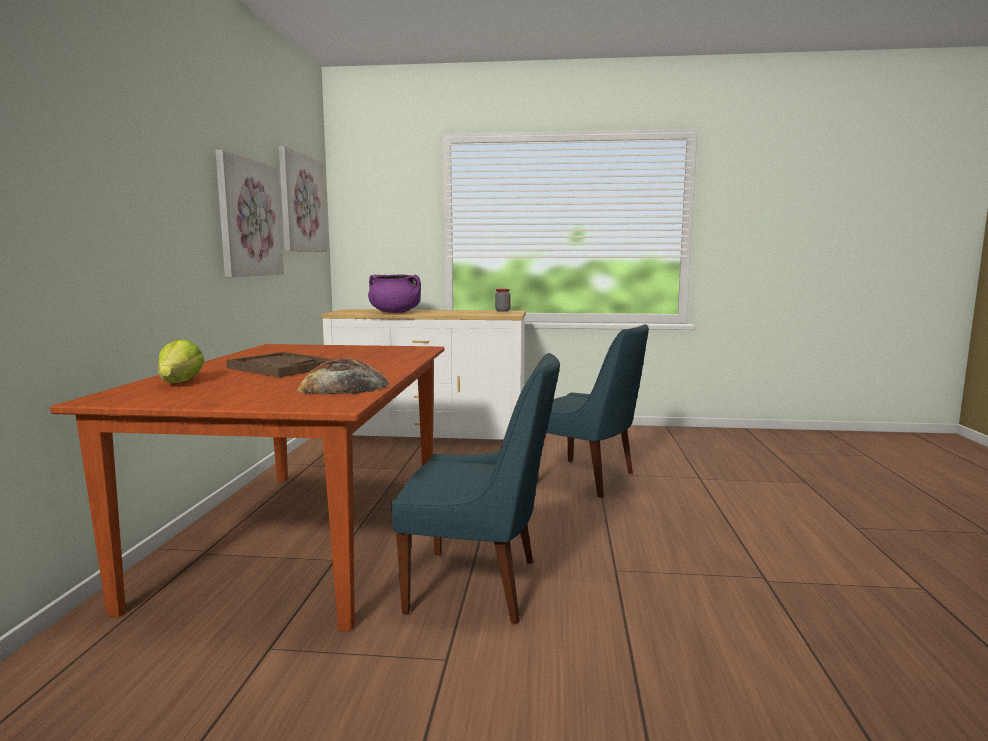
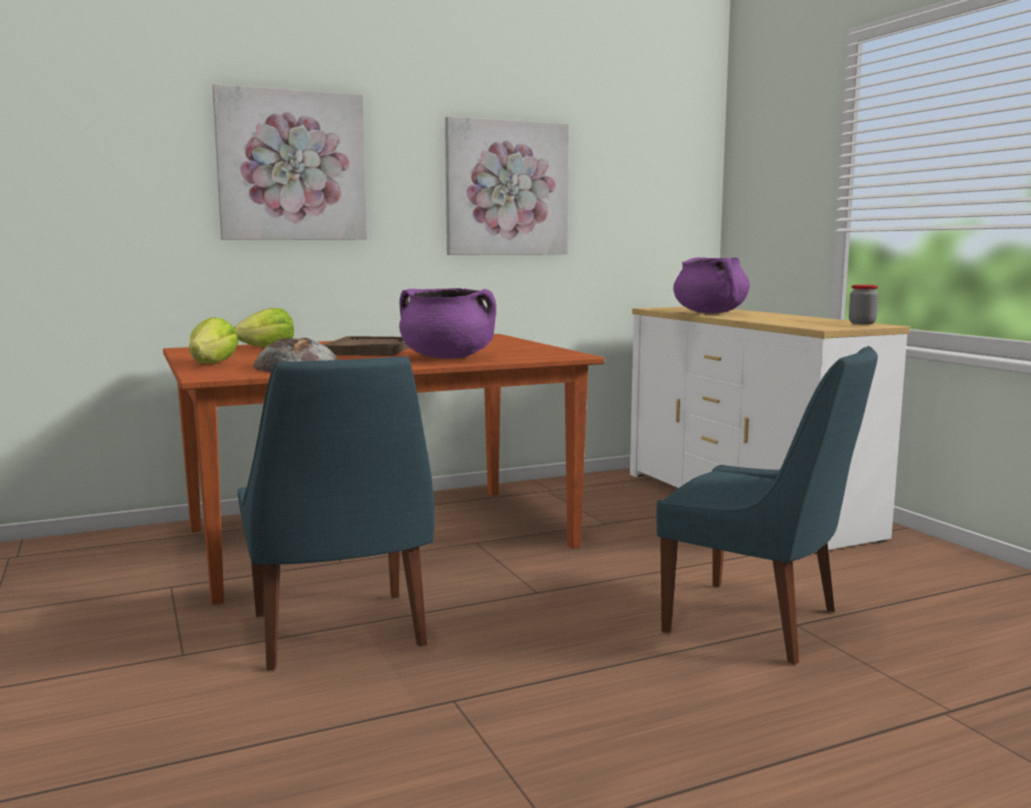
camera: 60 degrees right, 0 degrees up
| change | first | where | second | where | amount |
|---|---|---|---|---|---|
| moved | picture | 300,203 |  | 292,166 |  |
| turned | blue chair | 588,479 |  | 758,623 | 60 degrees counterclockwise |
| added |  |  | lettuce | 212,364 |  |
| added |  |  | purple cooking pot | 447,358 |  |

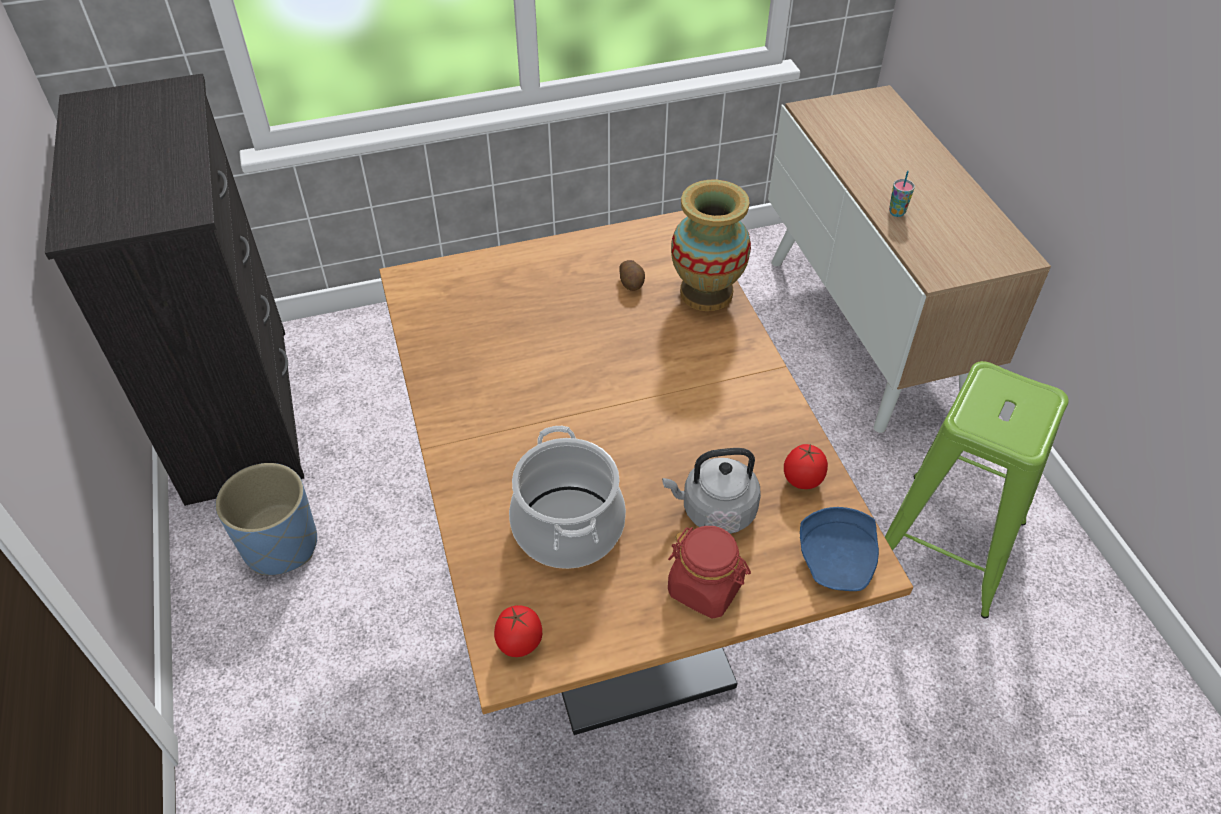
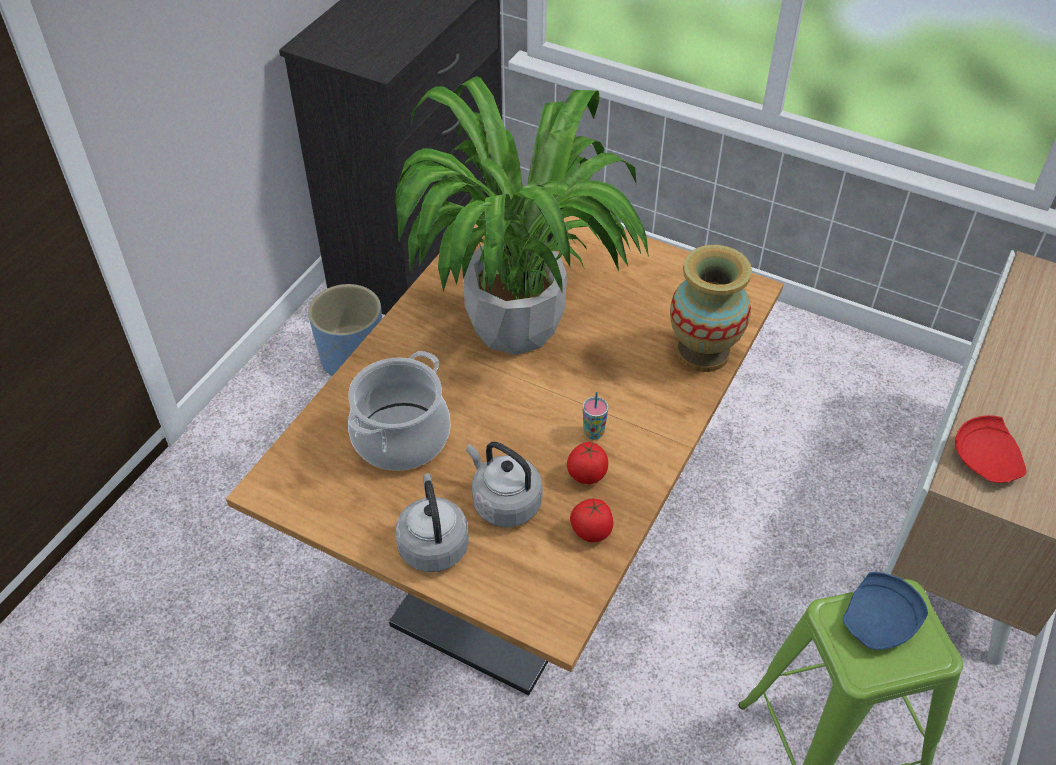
camera: 45 degrees right, 0 degrees up
| change | first | where | second | where | amount |
|---|---|---|---|---|---|
| moved | tomato | 519,644 |  | 586,476 |  |
| removed | potato | 632,283 |  |  |  |
| replaced | red jar | 705,588 | grey kettle | 433,544 |  |
| moved | blue plate | 838,560 |  | 880,622 |  |
| moved | cup | 896,212 |  | 593,433 |  |
| added |  |  | potted plant | 513,324 |  |
| added |  |  | red plate | 987,460 |  |

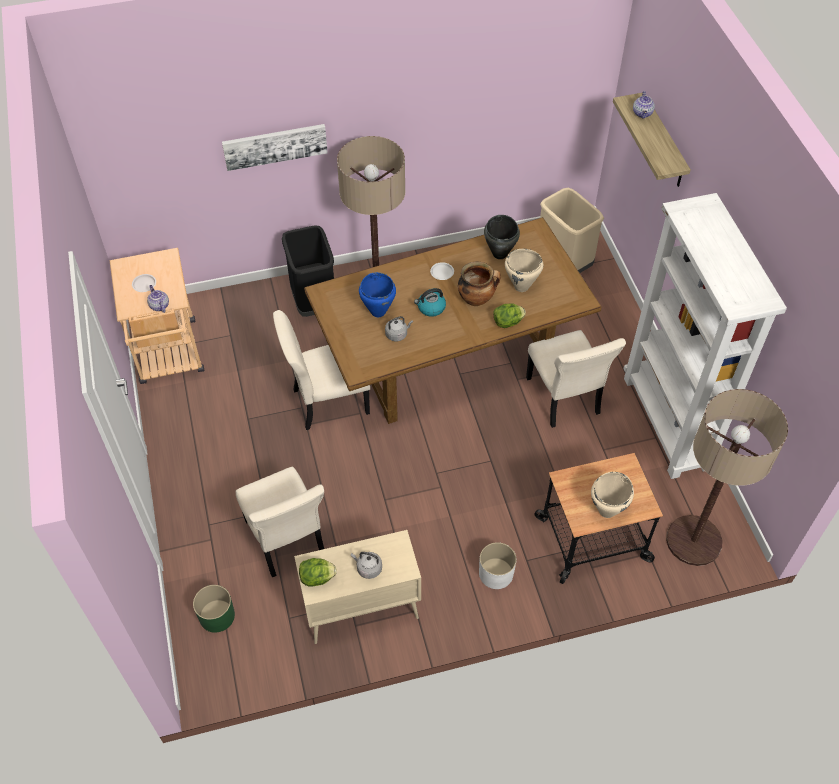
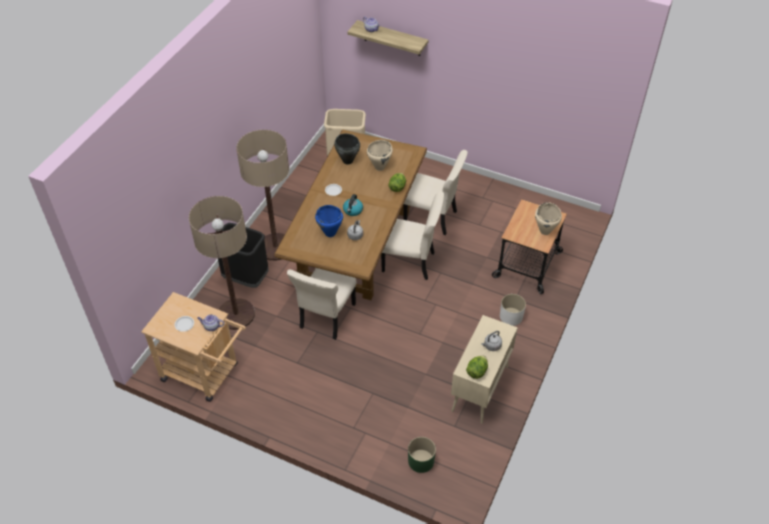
camera: 50 degrees left, 5 degrees down
| change | first | where | second | where | amount |
|---|---|---|---|---|---|
| removed | picture | 275,145 |  |  |  |
| moved | beige chair | 286,540 |  | 411,263 |  |
| removed | cooking pot | 476,299 |  |  |  |
| removed | white bookcase | 667,423 |  |  |  |
| moved | floor lamp | 693,541 |  | 236,314 |  |

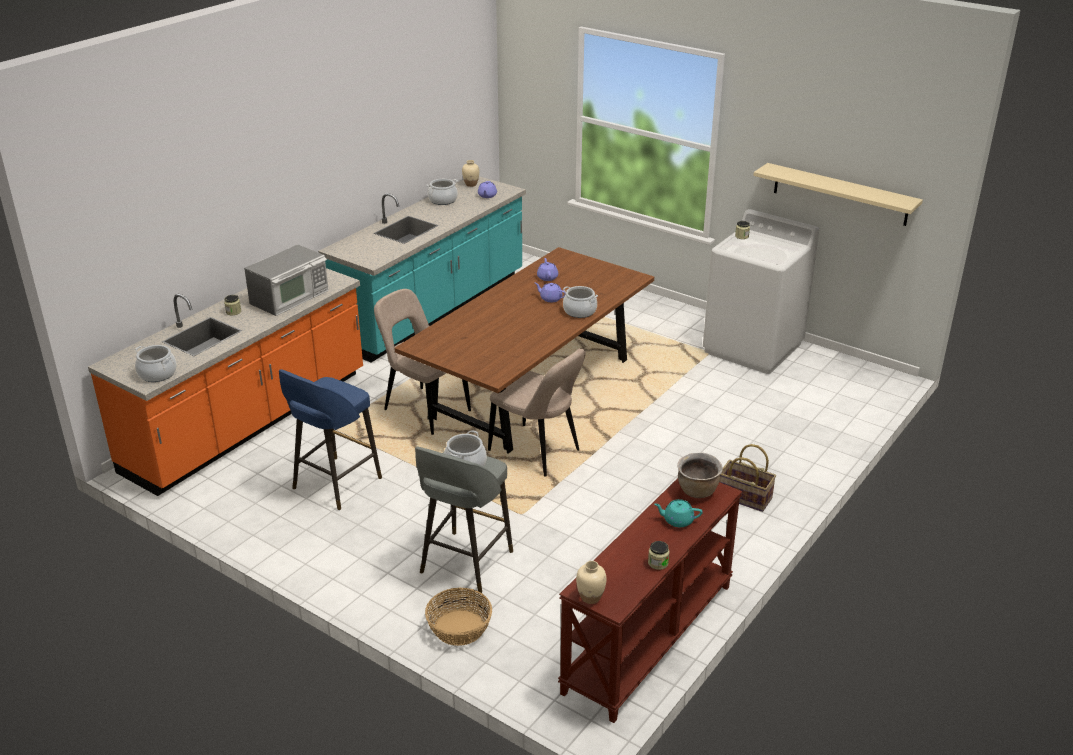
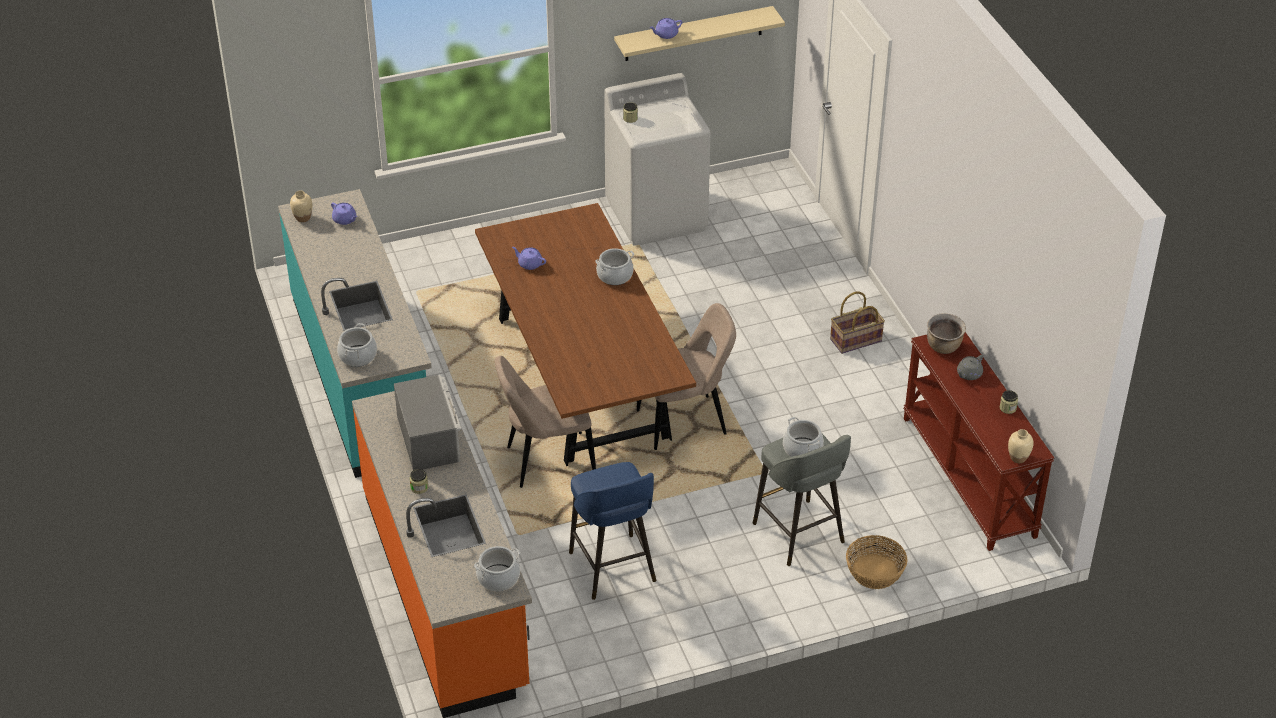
camera: 55 degrees left, 10 degrees up
| change | first | where | second | where | amount |
|---|---|---|---|---|---|
| moved | cooking pot | 443,200 |  | 358,356 |  |
| moved | purple teapot | 550,298 |  | 666,34 |  |
| recoloured | turquoise teapot | 677,520 | grey teapot | 968,374 |  |

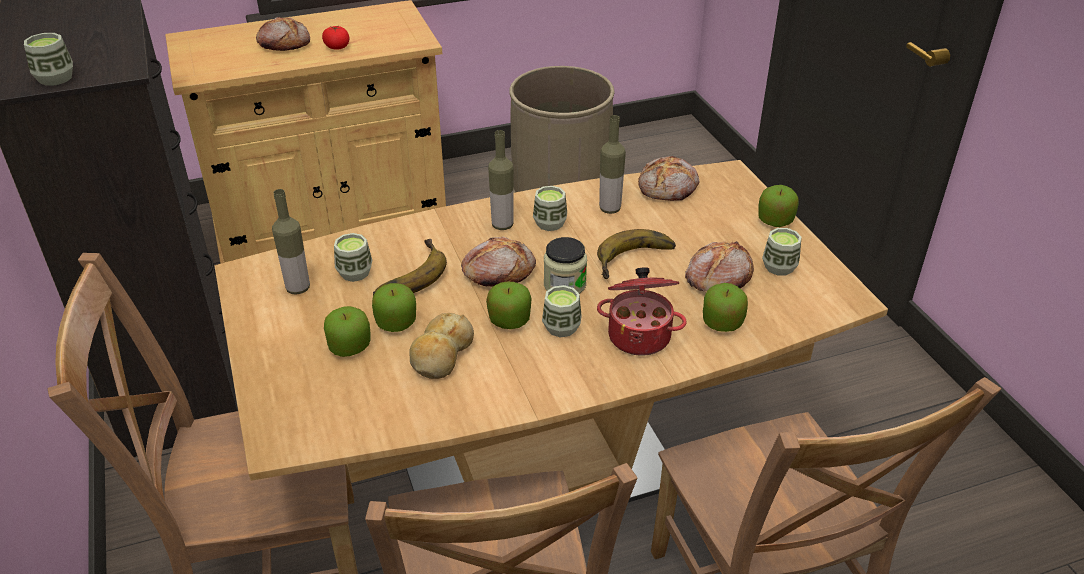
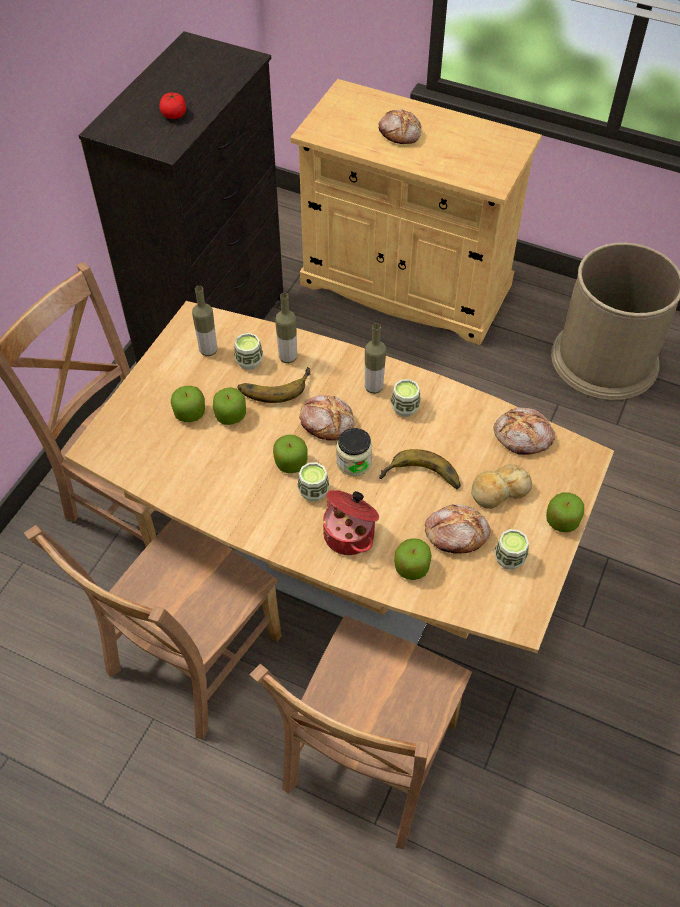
camera: 45 degrees right, 15 degrees up
| change | first | where | second | where | amount |
|---|---|---|---|---|---|
| removed | cup | 55,78 |  |  |  |
| moved | tomato | 337,47 |  | 174,114 |  |
| moved | bread | 441,355 |  | 498,491 |  |
| moved | bottle | 610,209 |  | 288,357 |  |

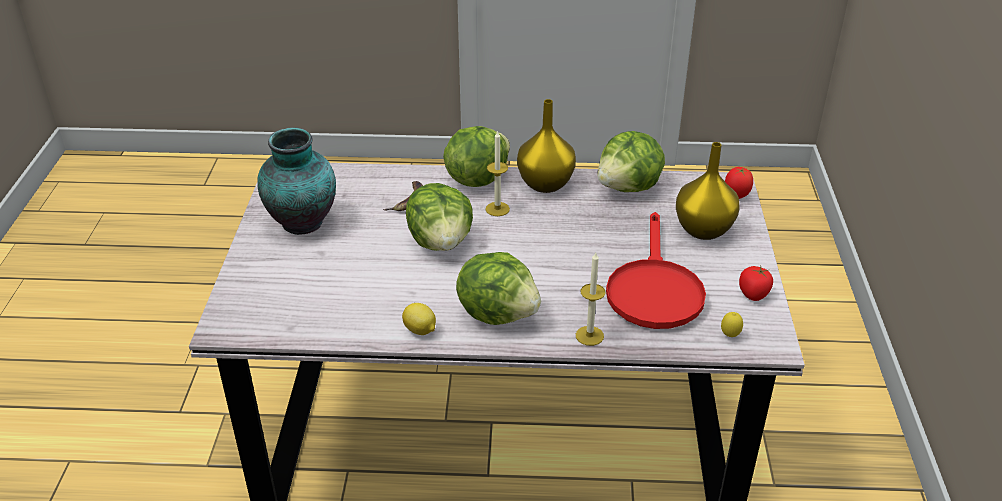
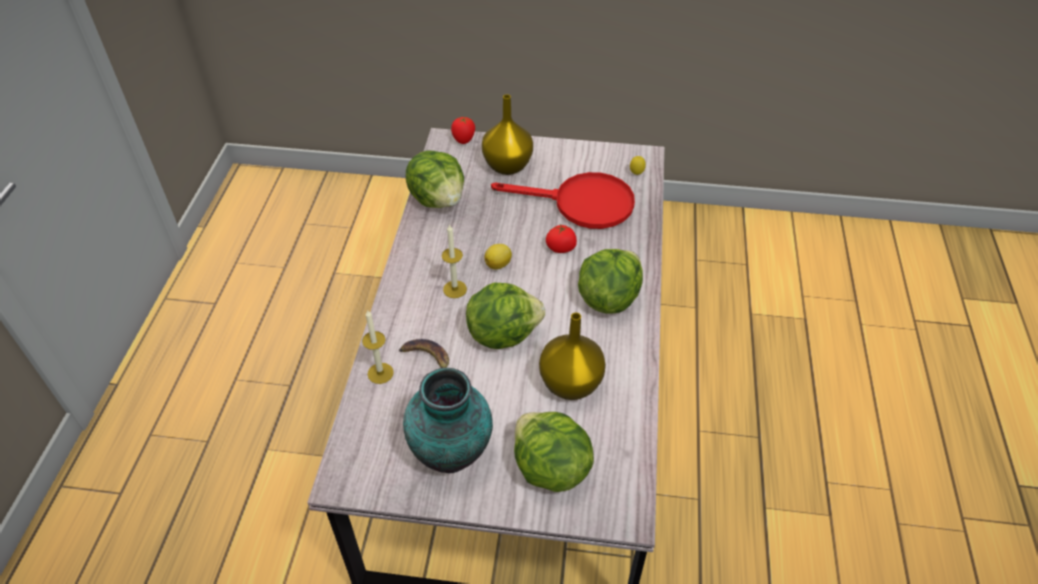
camera: 85 degrees left, 10 degrees up
| change | first | where | second | where | amount |
|---|---|---|---|---|---|
| moved | lemon | 420,330 |  | 499,264 |  |
| moved | lettuce | 476,178 |  | 549,469 |  |
| moved | yellow vase | 544,184 |  | 570,385 |  |
| moved | candle | 589,336 |  | 380,373 |  |
| moved | tomato | 753,294 |  | 561,248 |  |

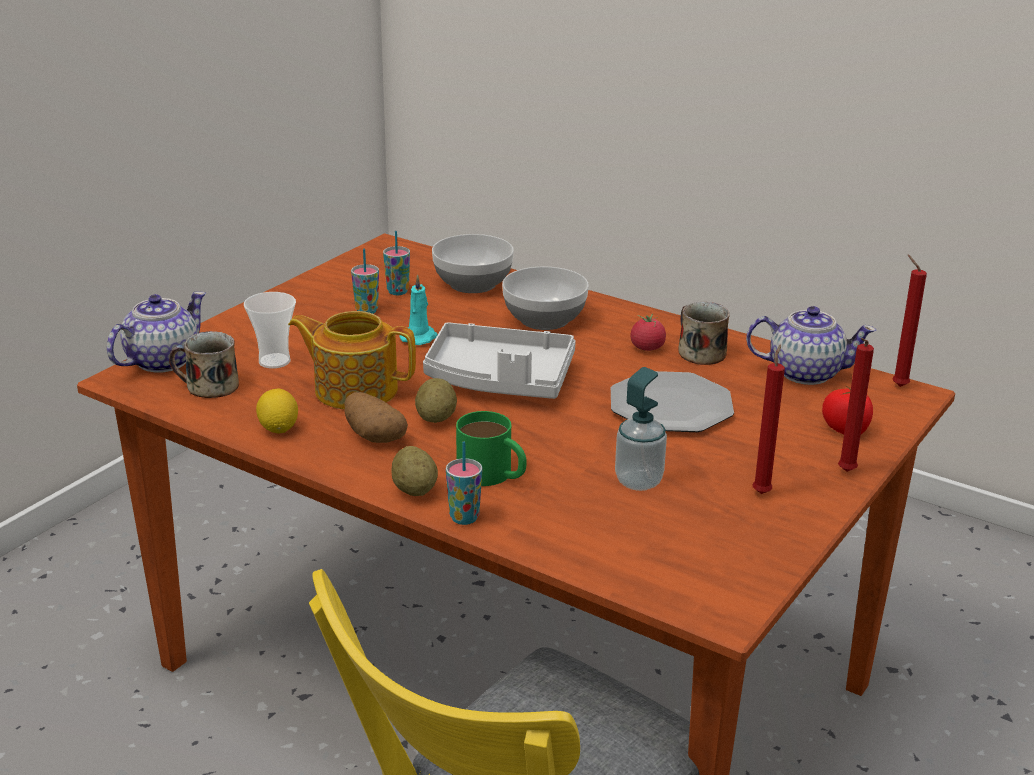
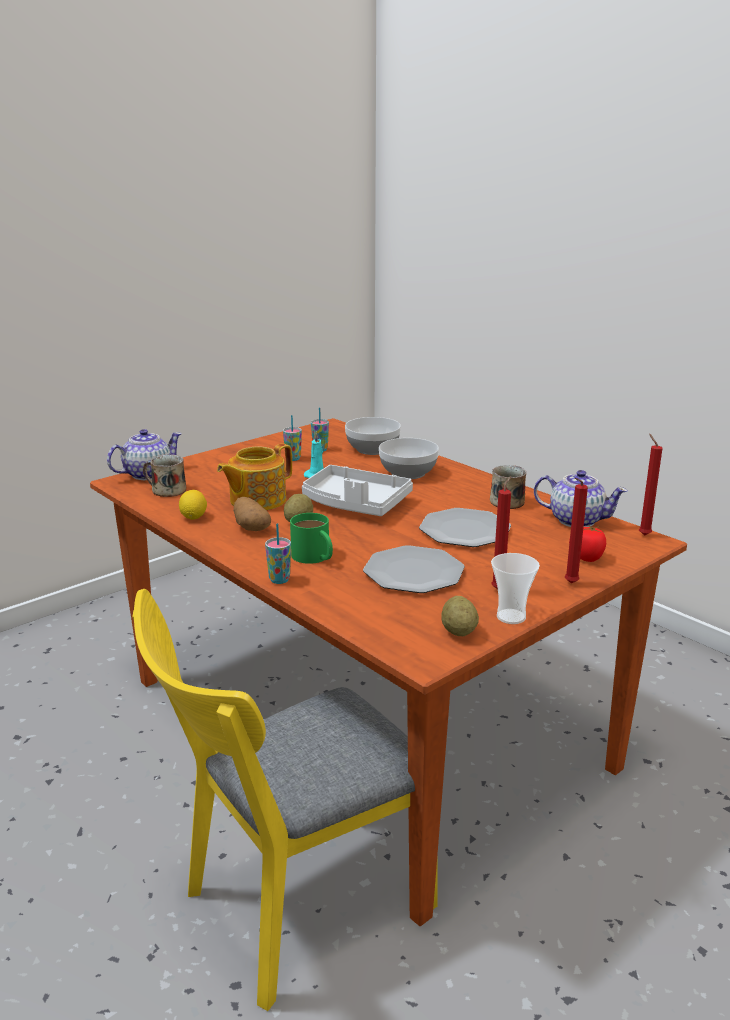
camera: 15 degrees right, 5 degrees down
| change | first | where | second | where | amount |
|---|---|---|---|---|---|
| moved | cup | 274,361 |  | 511,617 |  |
| turned | teapot | 354,389 |  | 256,500 | 75 degrees counterclockwise |
| moved | potato | 414,490 |  | 459,631 |  |
| replaced | soap dispenser | 638,481 | plate | 413,572 |  |
| removed | tomato | 647,348 |  |  |  |

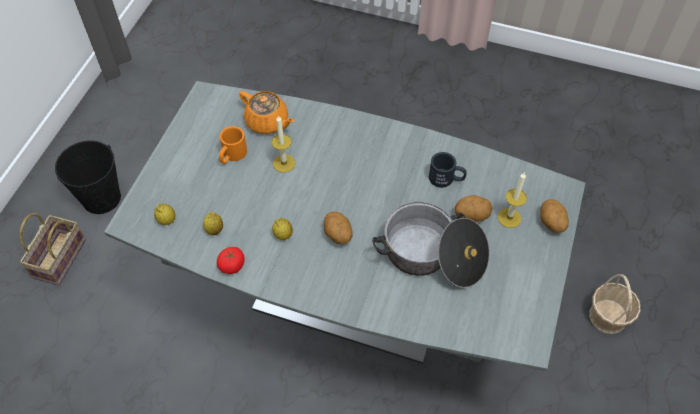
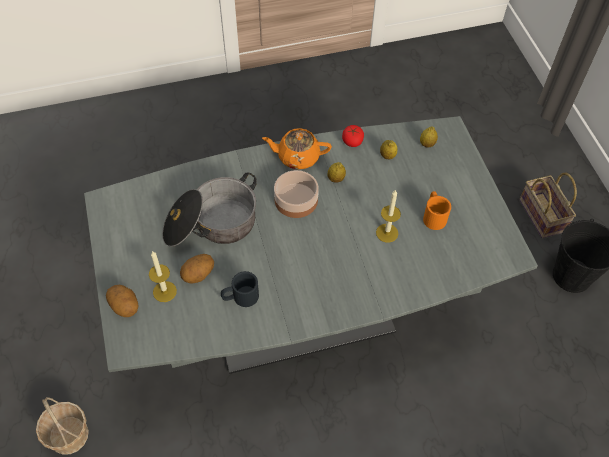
camera: 145 degrees right, 0 degrees up
| change | first | where | second | where | amount |
|---|---|---|---|---|---|
| moved | orange teapot | 267,122 |  | 297,157 |  |
| replaced | potato | 337,235 | bowl | 295,200 |  |

